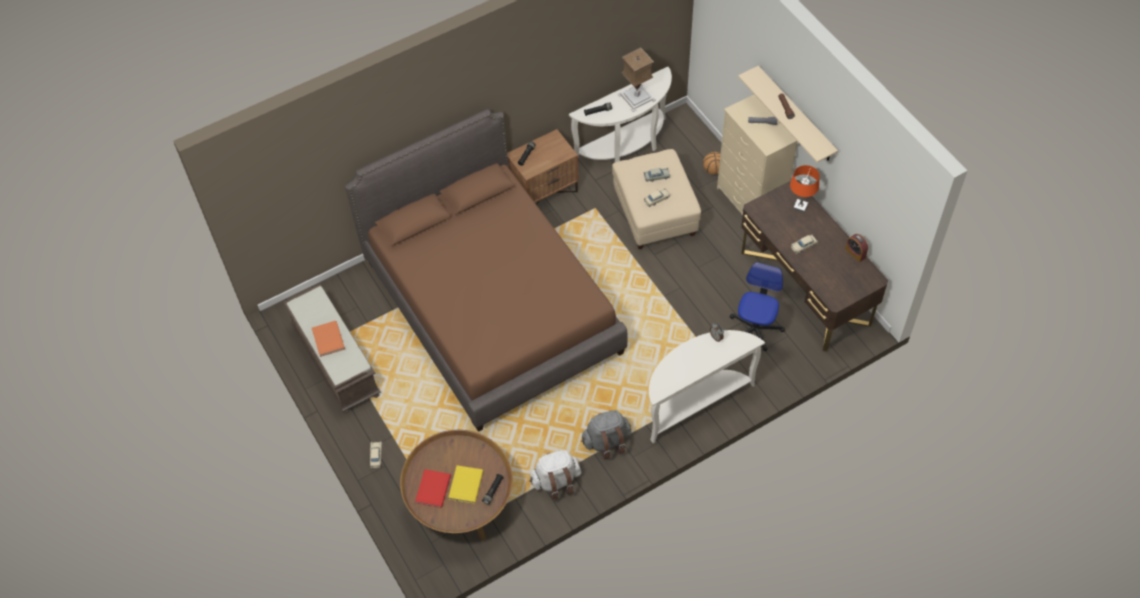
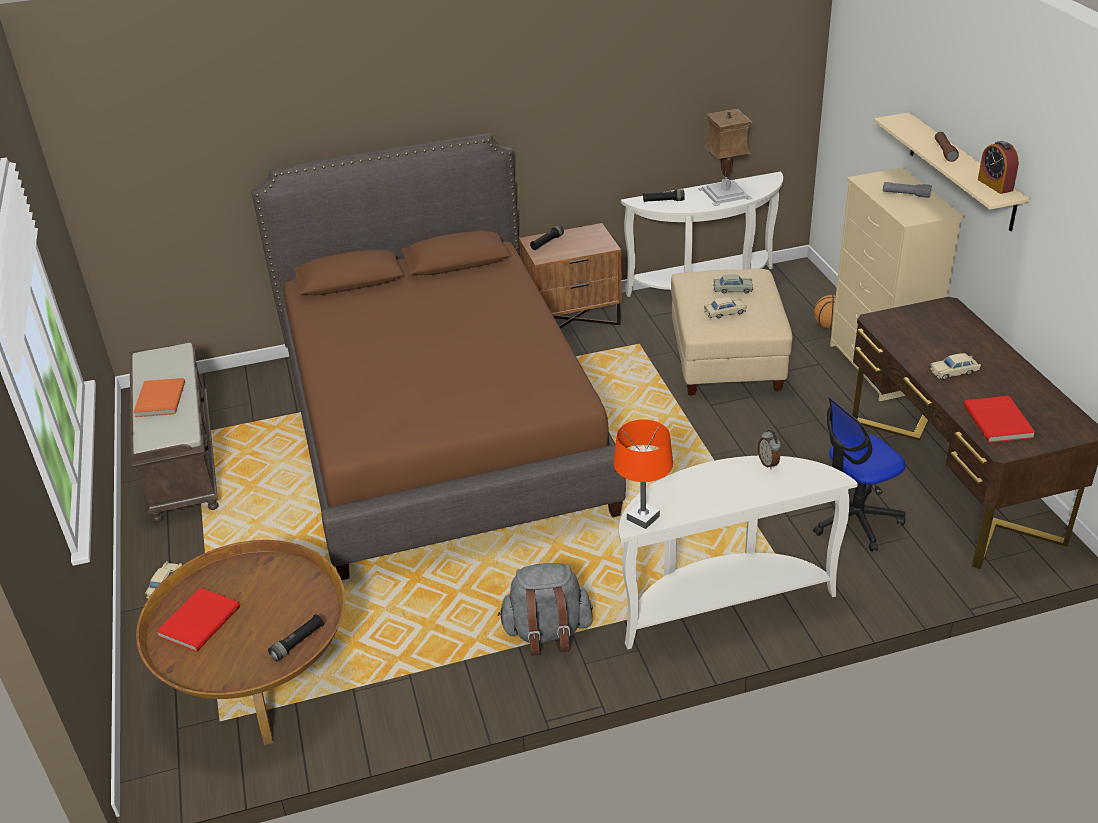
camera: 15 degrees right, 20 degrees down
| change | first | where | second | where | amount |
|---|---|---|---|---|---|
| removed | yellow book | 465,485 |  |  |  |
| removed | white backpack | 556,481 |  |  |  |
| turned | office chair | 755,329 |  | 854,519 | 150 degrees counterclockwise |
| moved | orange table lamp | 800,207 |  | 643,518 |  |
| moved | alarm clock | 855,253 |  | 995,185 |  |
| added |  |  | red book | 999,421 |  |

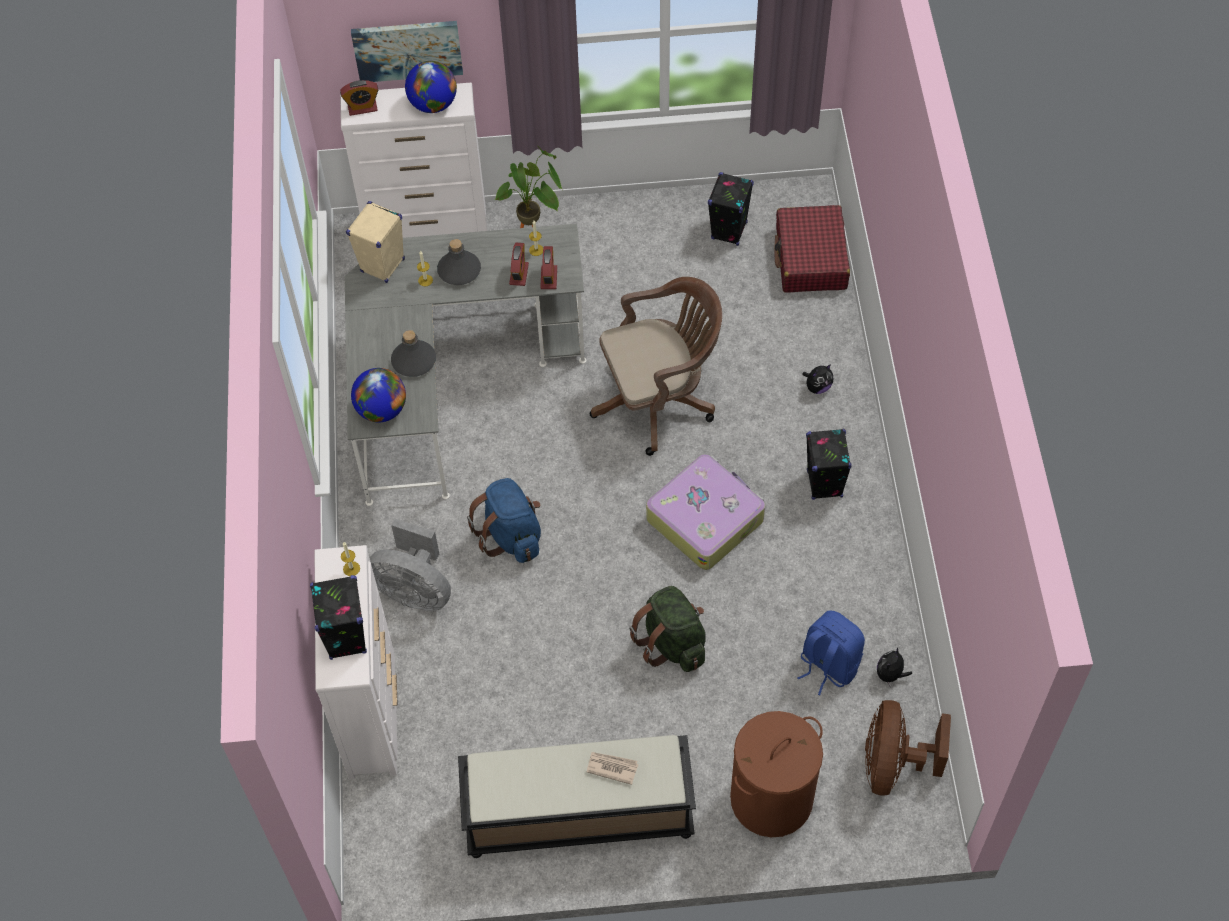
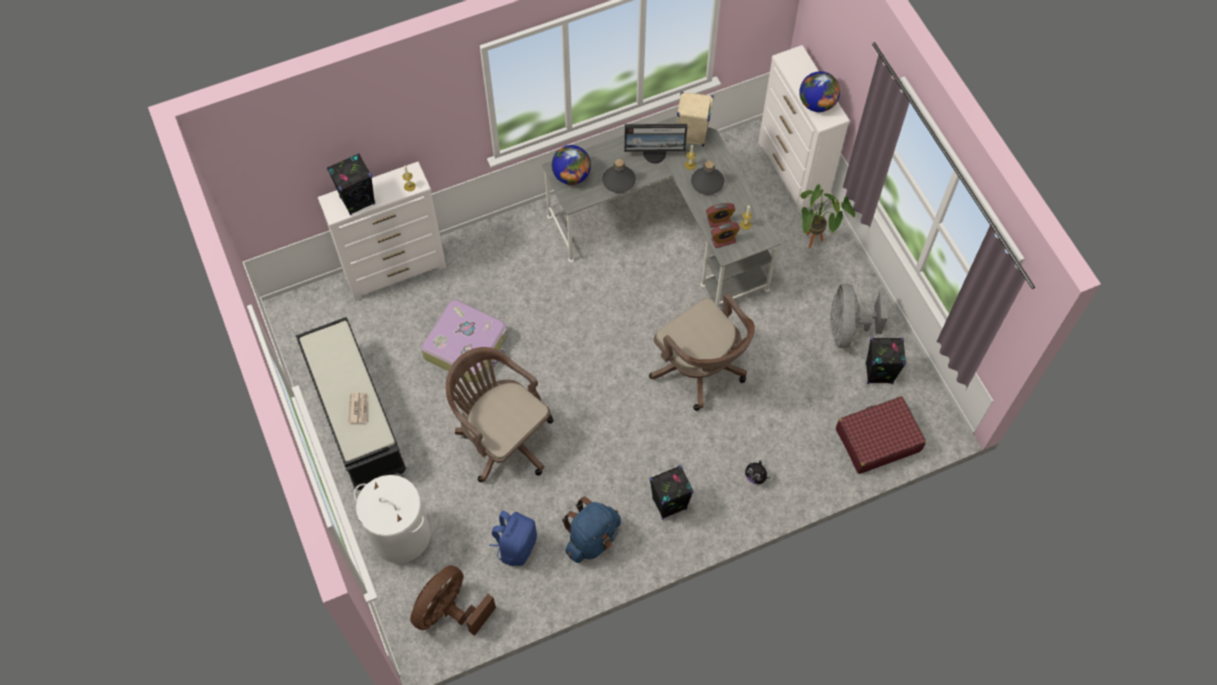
camera: 70 degrees right, 5 degrees up
| change | first | where | second | where | amount |
|---|---|---|---|---|---|
| removed | alarm clock | 362,108 |  |  |  |
| removed | picture | 407,50 |  |  |  |
| moved | grey fan | 414,590 |  | 848,329 |  |
| moved | blue backpack | 511,535 |  | 592,538 |  |
| replaced | green backpack | 672,642 | brown office chair | 502,437 |  |
| moved | suitcase | 705,518 |  | 467,346 |  |
| recoloured | brown laundry basket | 771,799 | white laundry basket | 400,535 |  |
| turned | brown fan | 893,764 |  | 449,611 | 45 degrees counterclockwise |
| removed | plush toy | 890,674 |  |  |  |
| added |  |  | monitor | 655,153 |  |

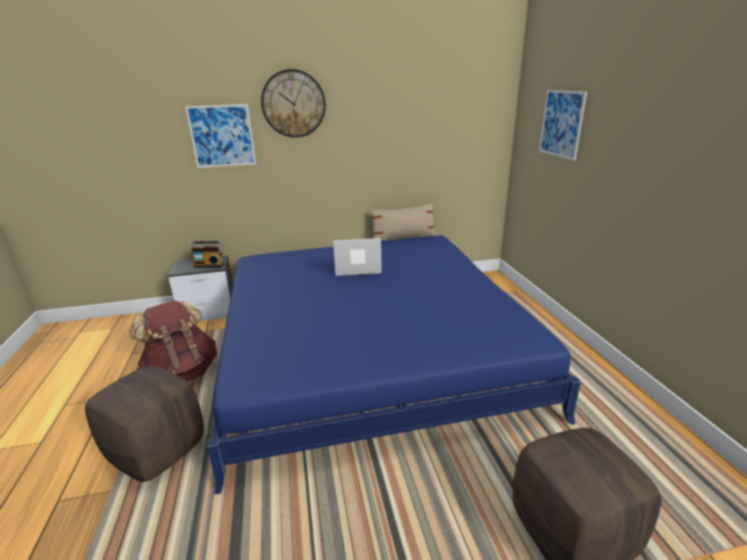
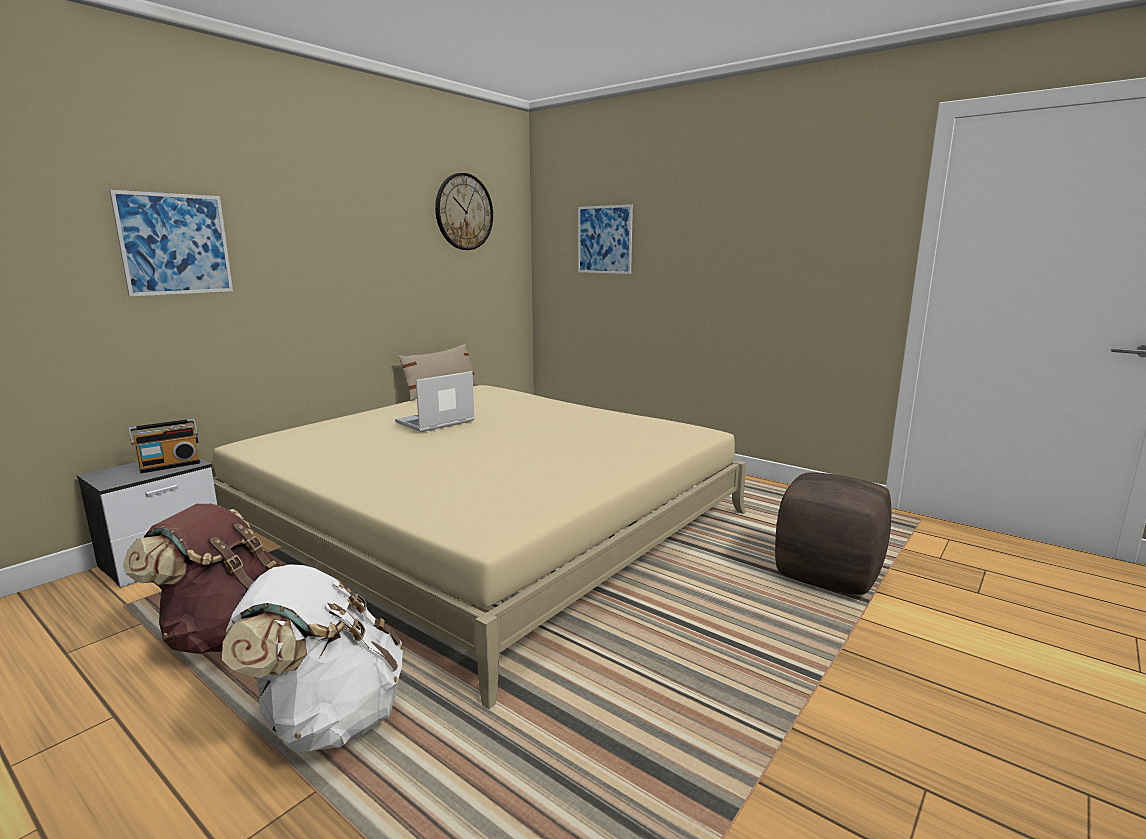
camera: 40 degrees left, 10 degrees down
| change | first | where | second | where | amount |
|---|---|---|---|---|---|
| replaced | brown ottoman | 157,450 | white backpack | 327,719 |  |
| recoloured | blue bed | 368,349 | beige bed | 485,523 |  |
| moved | wall clock | 293,104 |  | 464,212 |  |

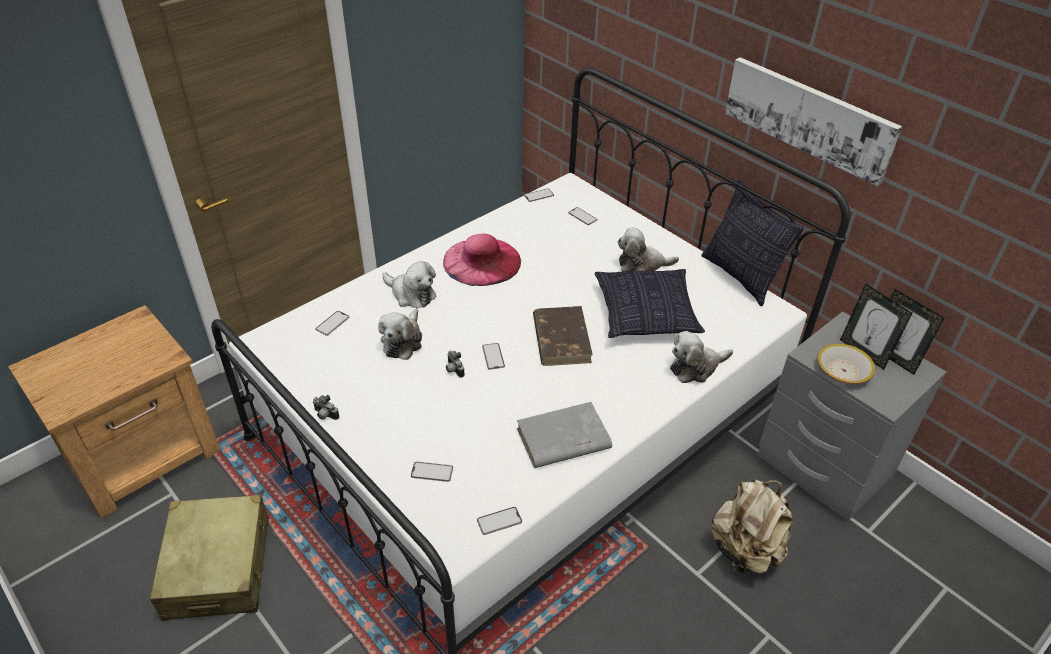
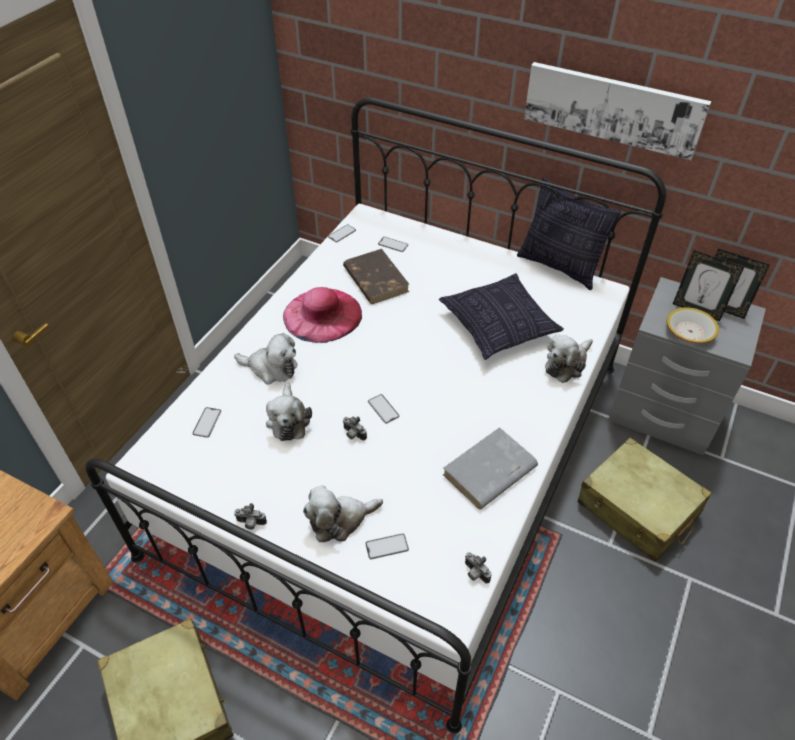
camera: 20 degrees left, 5 degrees up
| change | first | where | second | where | amount |
|---|---|---|---|---|---|
| replaced | phone | 499,521 | photo camera | 475,573 |  |
| moved | brown book | 561,338 |  | 375,279 |  |
| moved | plush toy | 642,264 |  | 340,520 |  |
| replaced | beige backpack | 745,550 | beige suitcase | 637,509 |  |

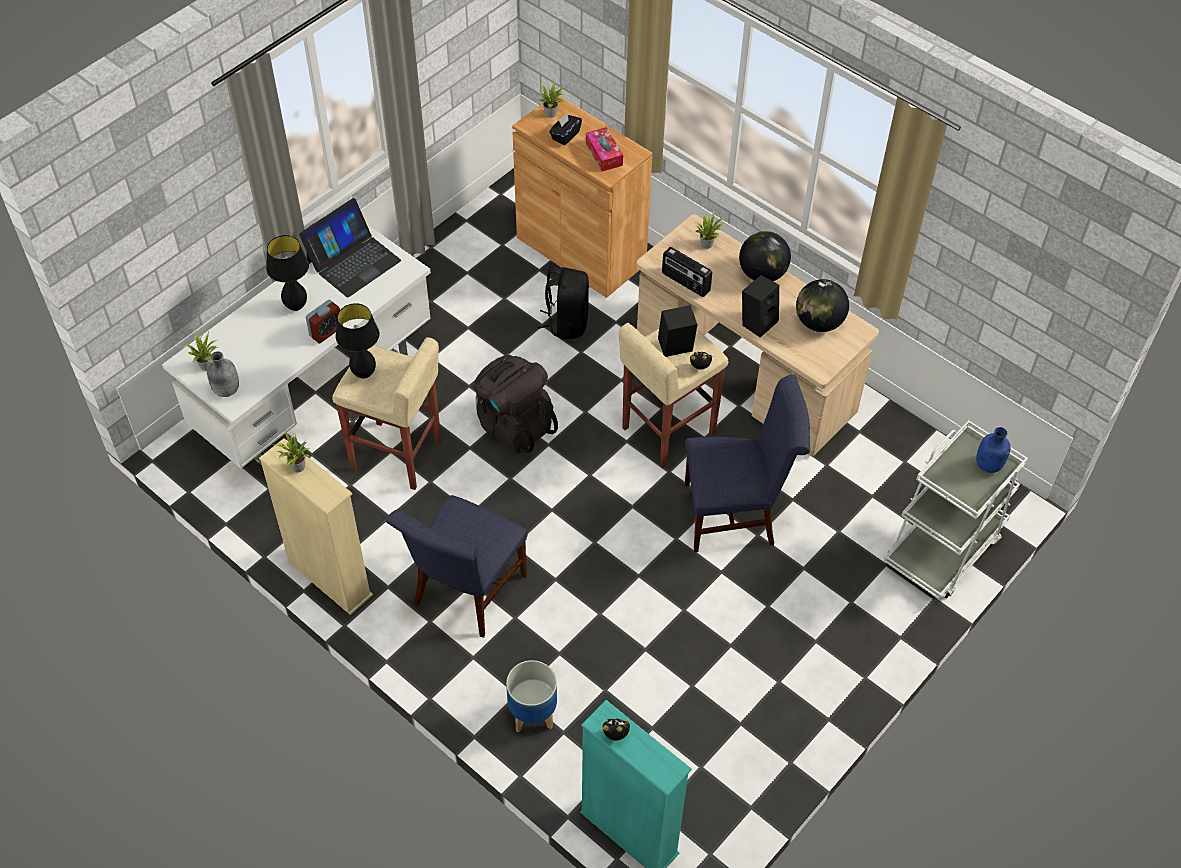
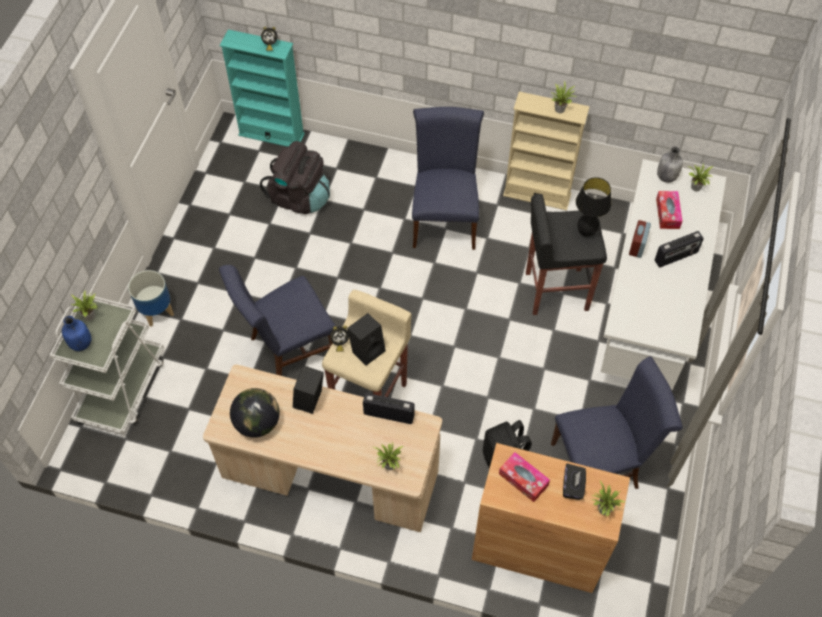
camera: 155 degrees right, 5 degrees up
| change | first | where | second | where | amount |
|---|---|---|---|---|---|
| replaced | black table lamp | 296,306 | radio | 676,257 |  |
| removed | laptop | 353,261 |  |  |  |
| recoloured | beige stool | 397,456 | black stool | 555,290 |  |
| moved | black backpack | 513,424 |  | 300,197 |  |
| moved | planter | 532,714 |  | 157,311 |  |
| removed | globe | 762,274 |  |  |  |
| added |  |  | potted plant | 91,315 |  |
| added |  |  | blue chair | 600,464 |  |
| added |  |  | tissue box | 667,213 |  |

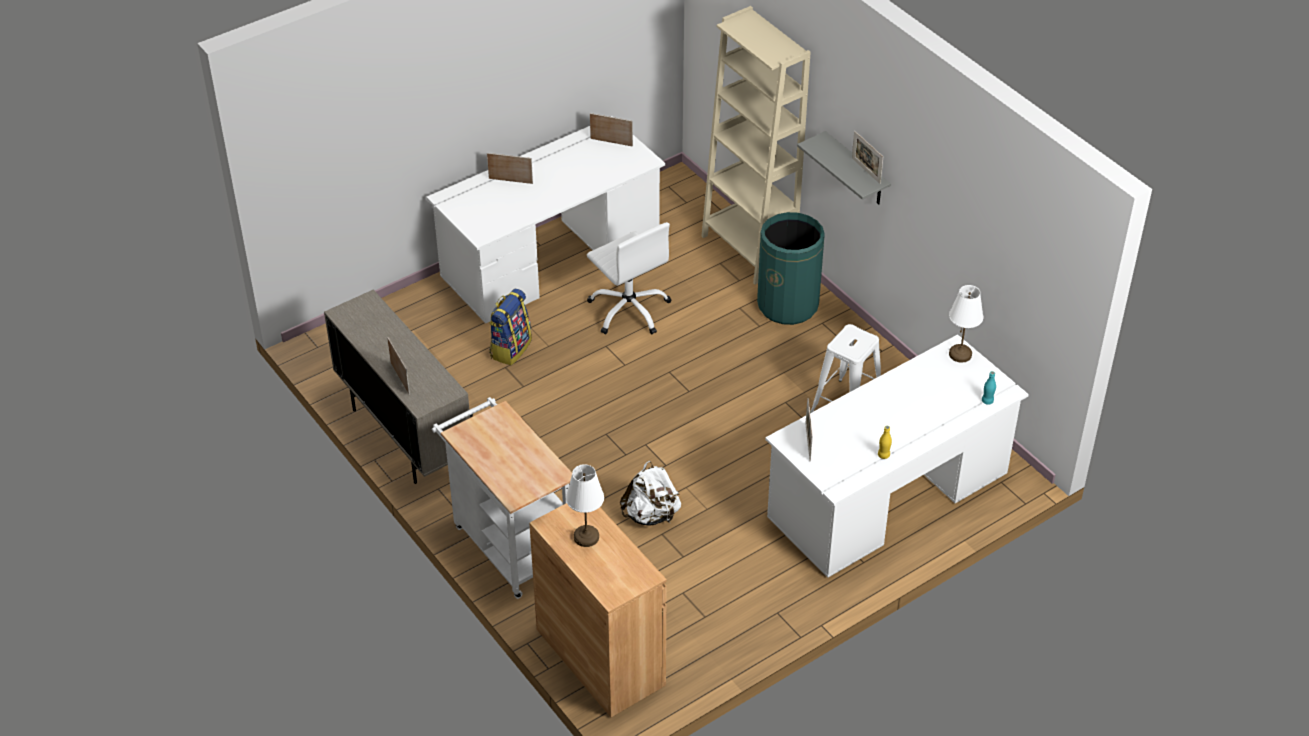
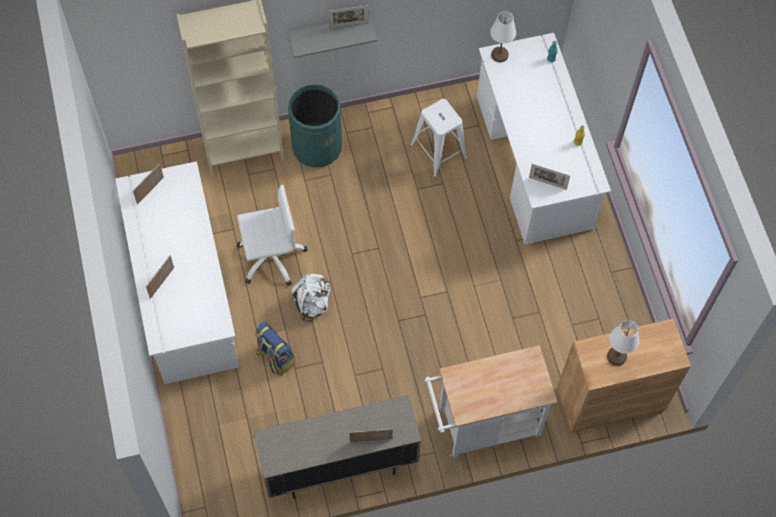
camera: 70 degrees left, 20 degrees up
| change | first | where | second | where | amount |
|---|---|---|---|---|---|
| moved | white backpack | 651,515 |  | 312,303 |  |

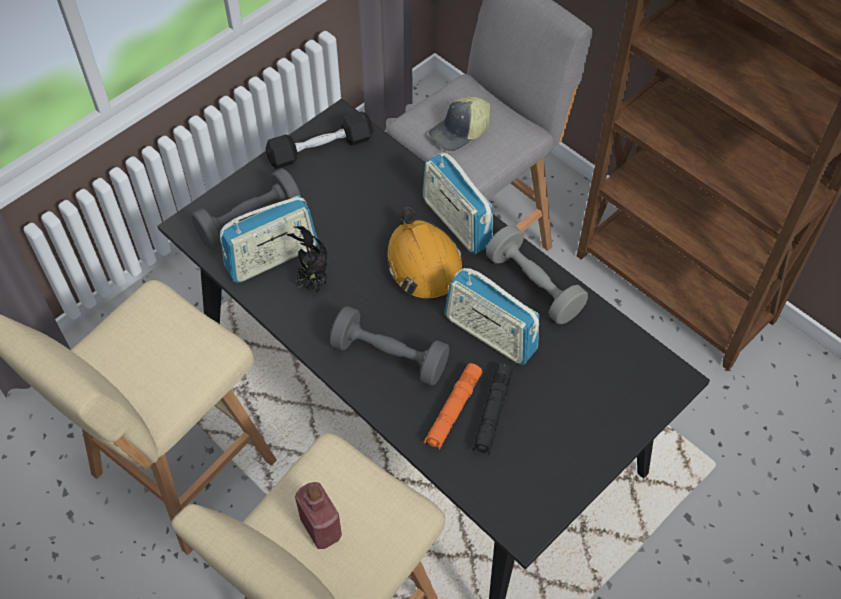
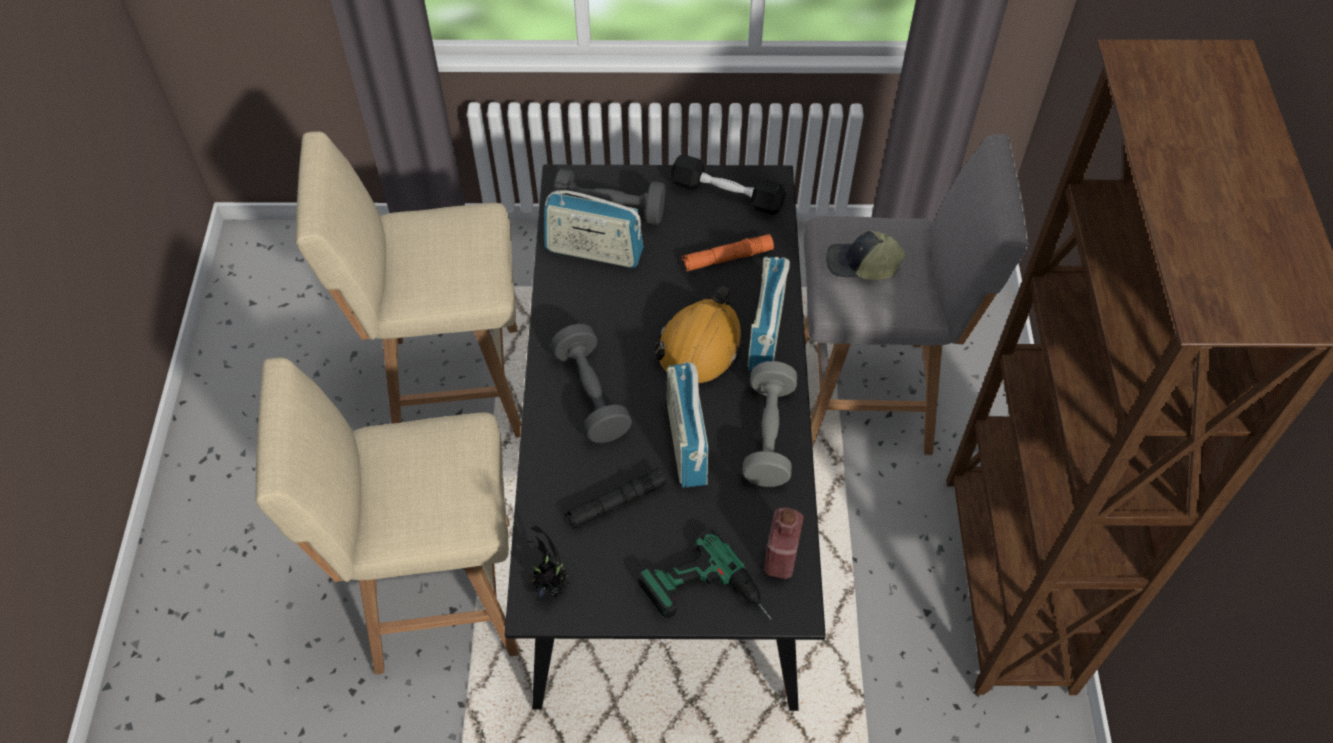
camera: 45 degrees right, 0 degrees up
| change | first | where | second | where | amount |
|---|---|---|---|---|---|
| moved | potted plant | 311,284 |  | 550,585 |  |
| moved | red bottle | 321,528 |  | 780,558 |  |
| moved | orange flashlight | 453,410 |  | 727,258 |  |
| added |  |  | power drill | 708,599 |  |

